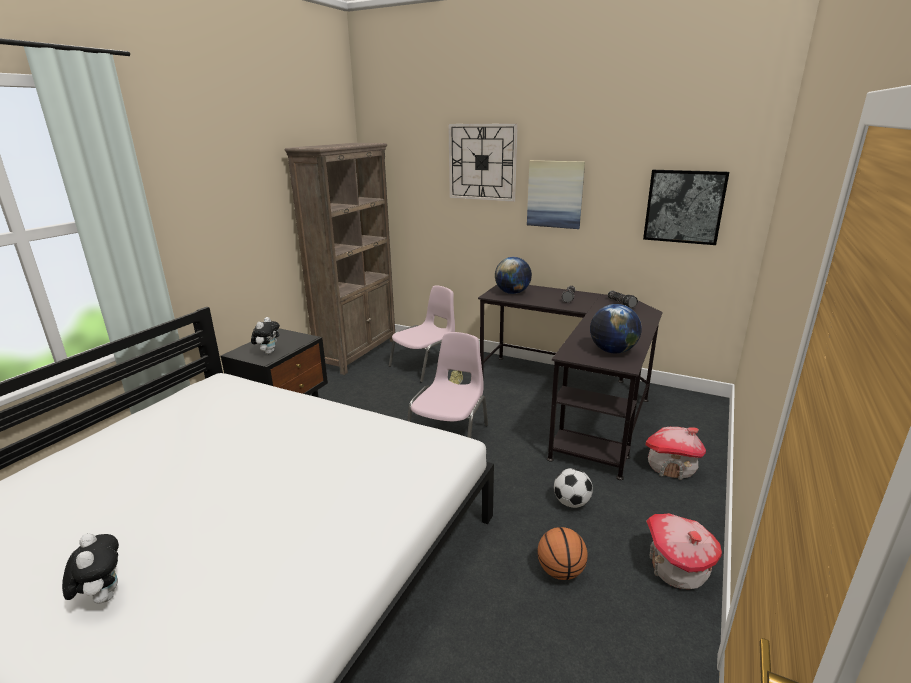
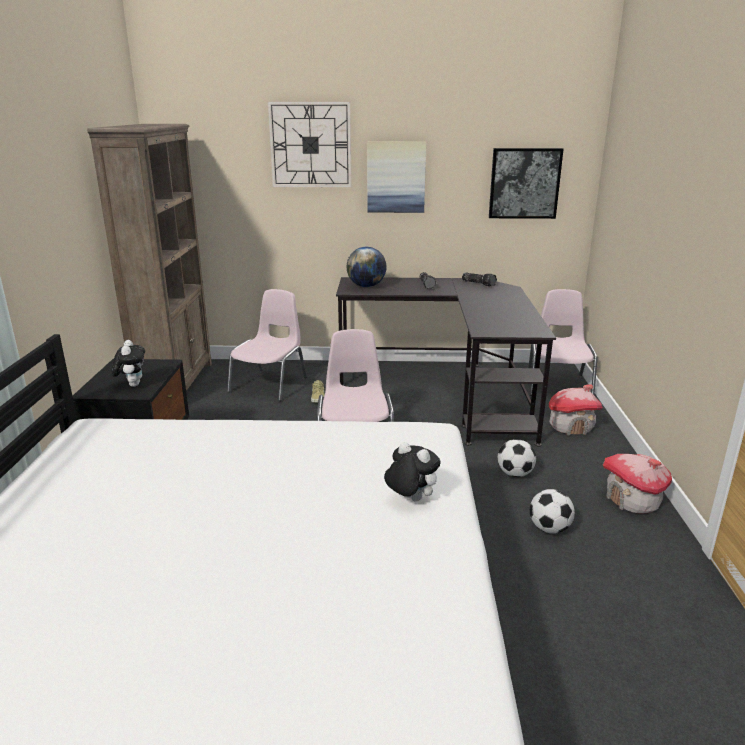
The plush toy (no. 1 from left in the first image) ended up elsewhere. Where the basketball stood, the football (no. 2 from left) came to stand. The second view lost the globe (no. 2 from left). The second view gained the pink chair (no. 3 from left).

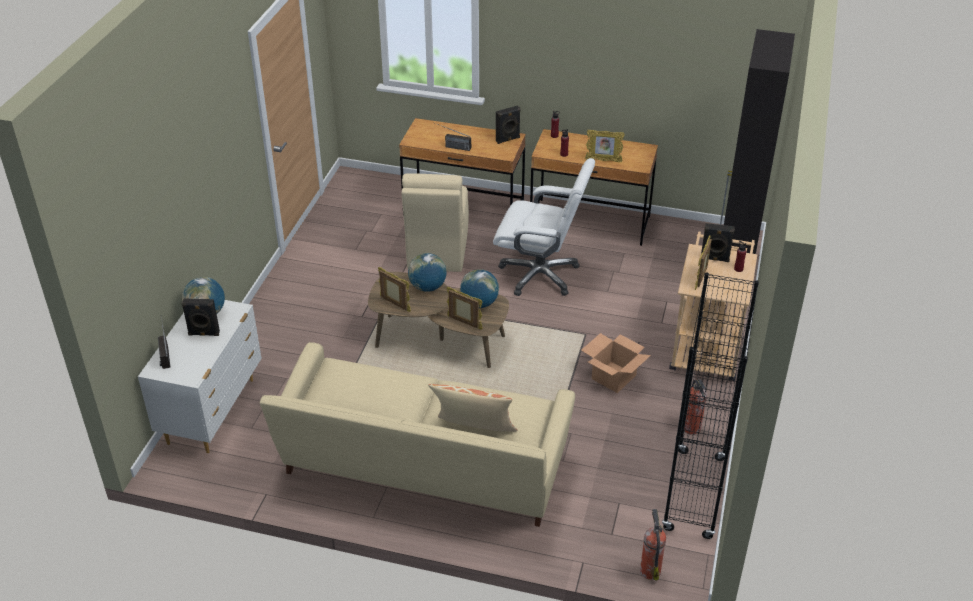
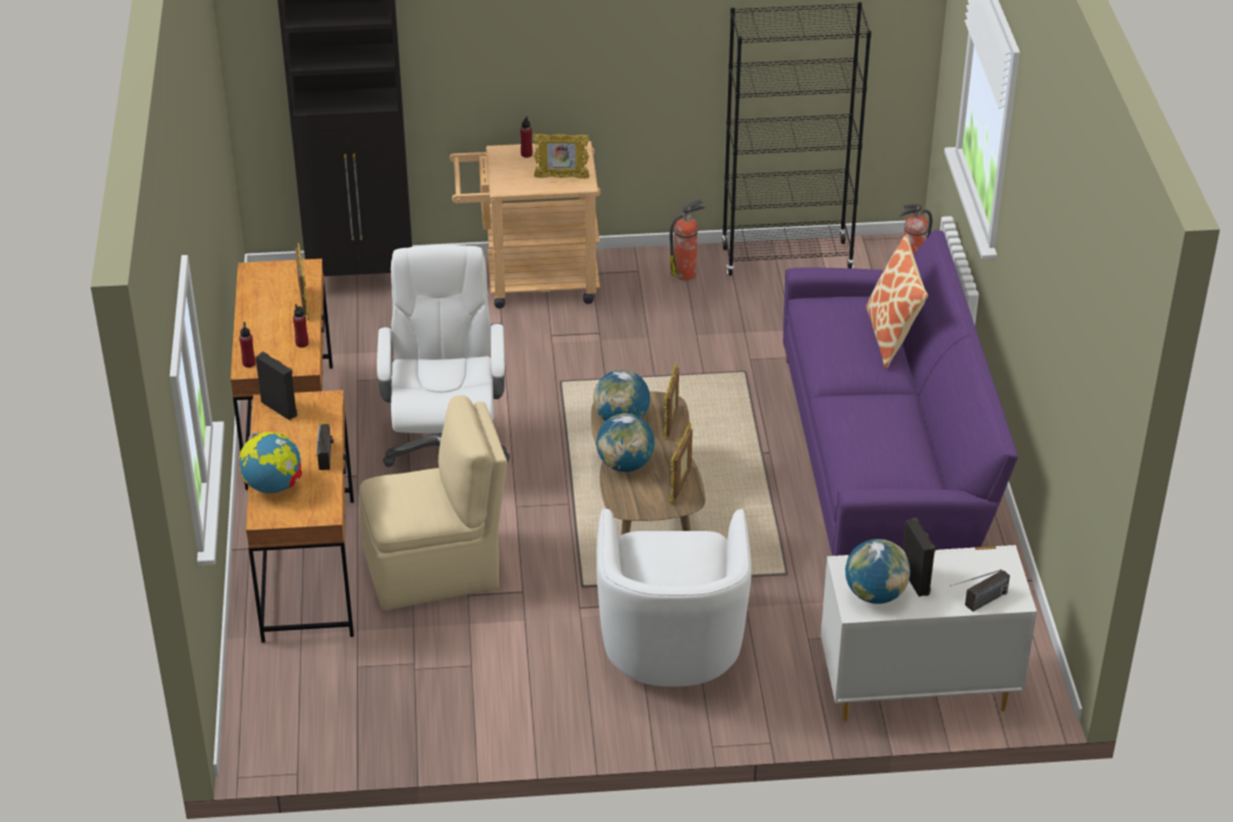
What was the beige sofa turned into the purple sofa. The second view lost the cardboard box. The second view lost the black speaker (no. 3 from left). The second view gained the globe (no. 1 from left). The second view gained the white armchair.

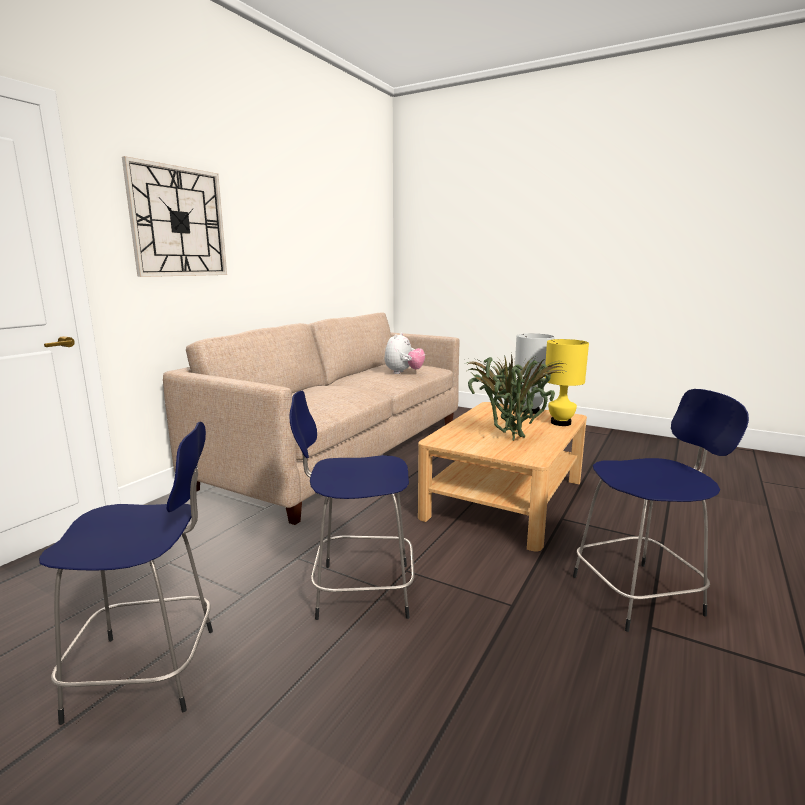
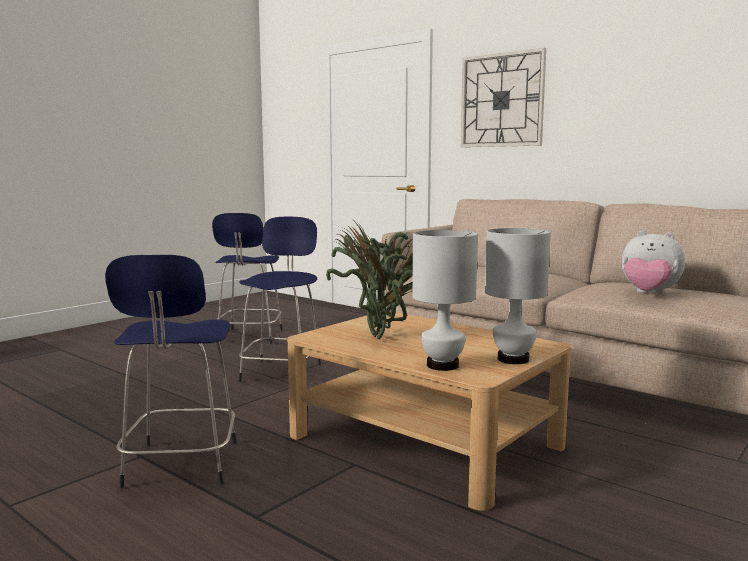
What was the yellow table lamp turned into the white table lamp (no. 1 from left).

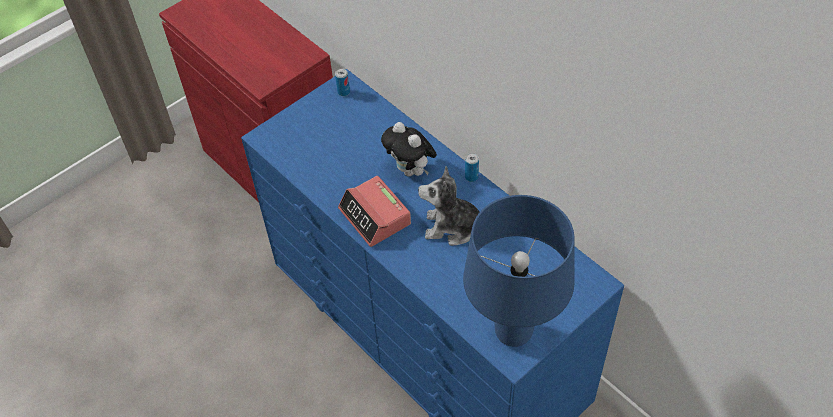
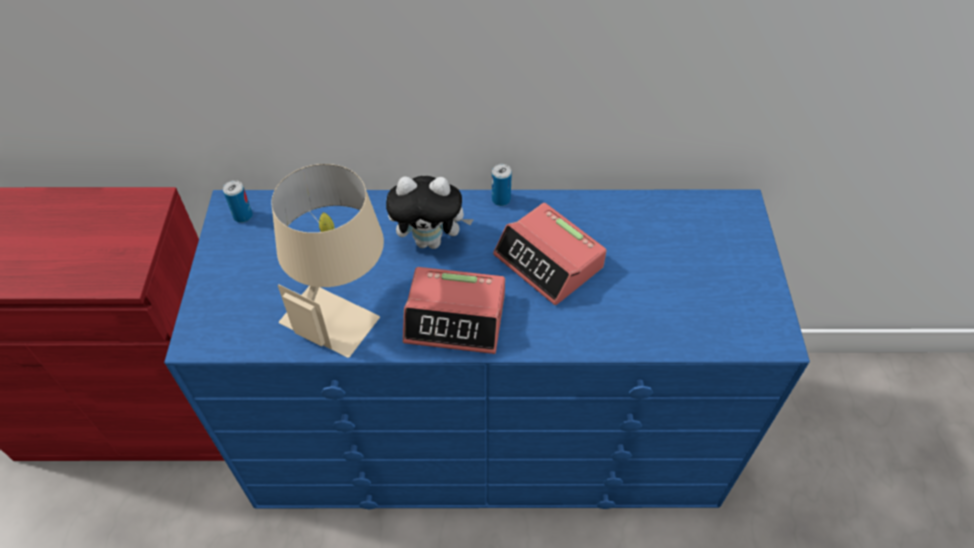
Where the plush toy (no. 2 from left) stood, the alarm clock (no. 2 from left) came to stand. The second view lost the blue table lamp. The second view gained the beige table lamp.

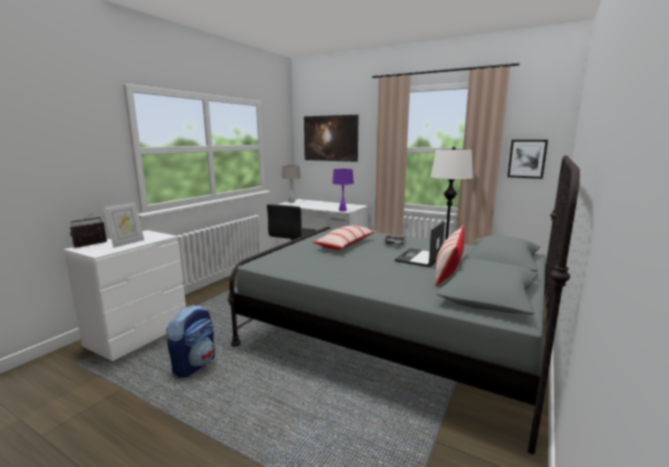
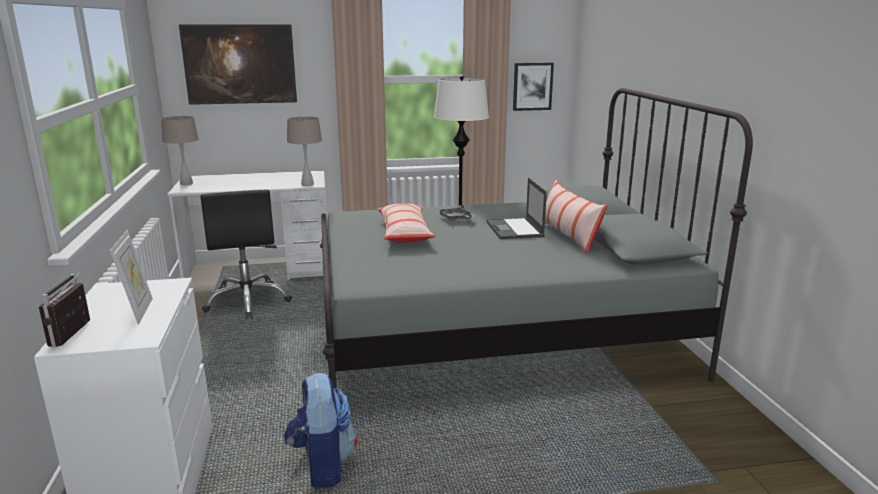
What was the purple table lamp turned into the beige table lamp (no. 2 from left).

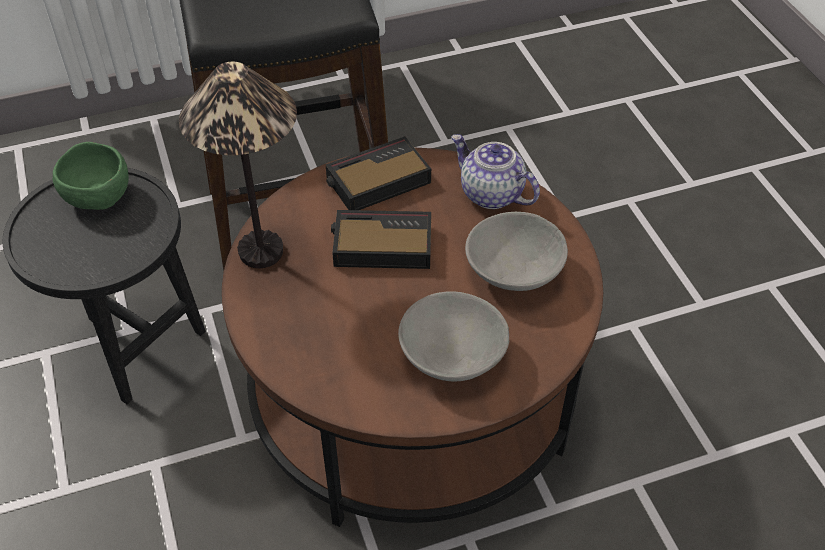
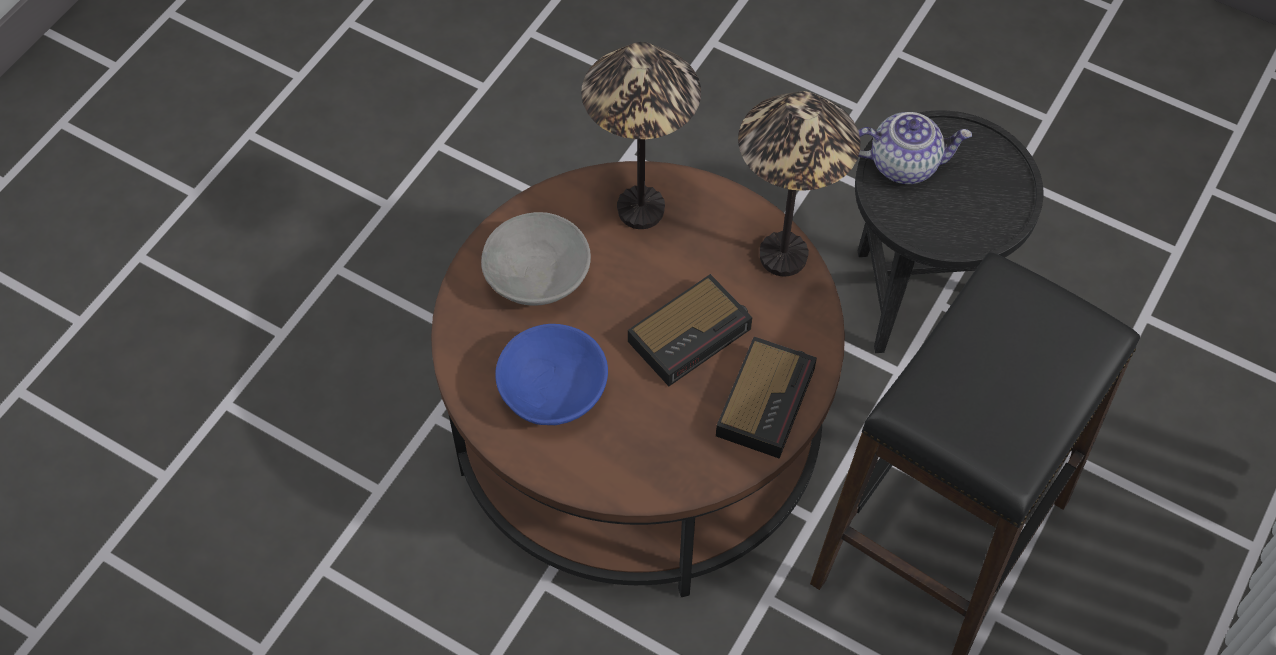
The second view lost the green bowl. The teapot ended up elsewhere. What was the grey bowl (no. 2 from left) turned into the blue bowl. The second view gained the table lamp (no. 1 from left).

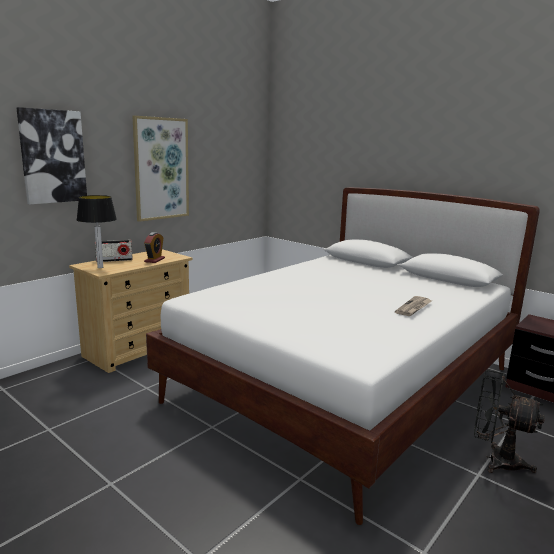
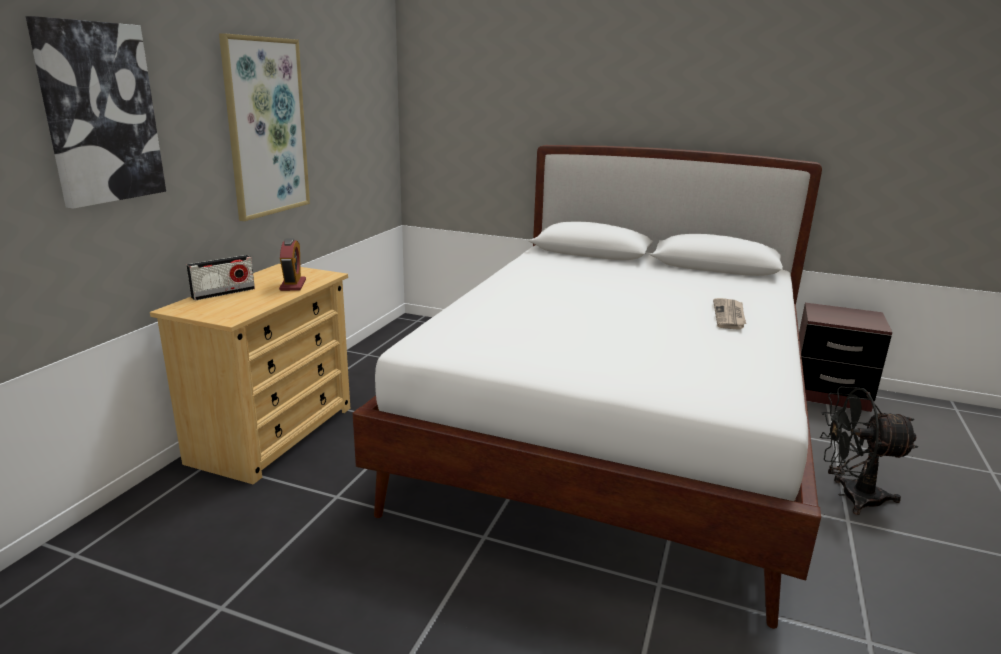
The second view lost the table lamp.

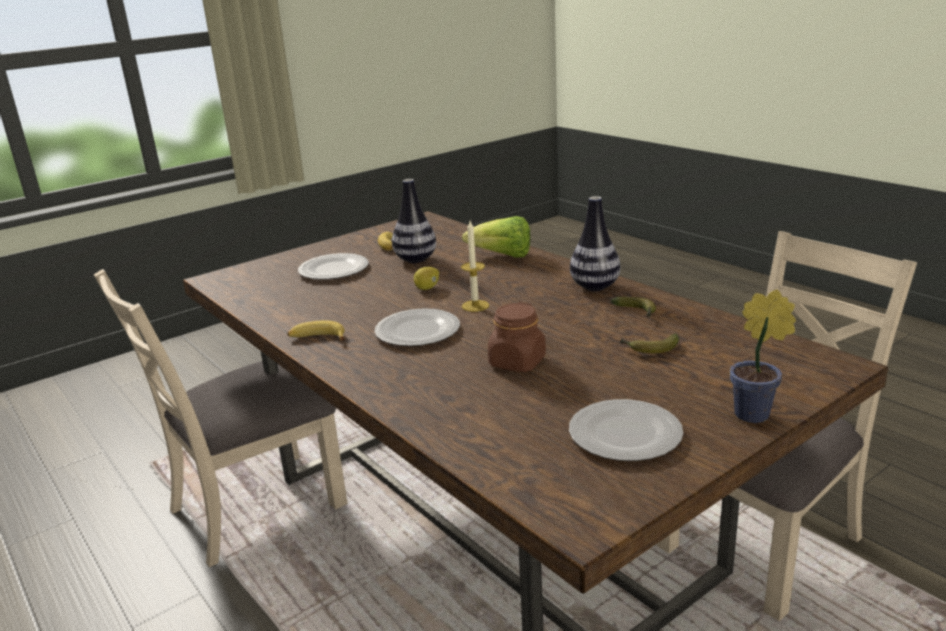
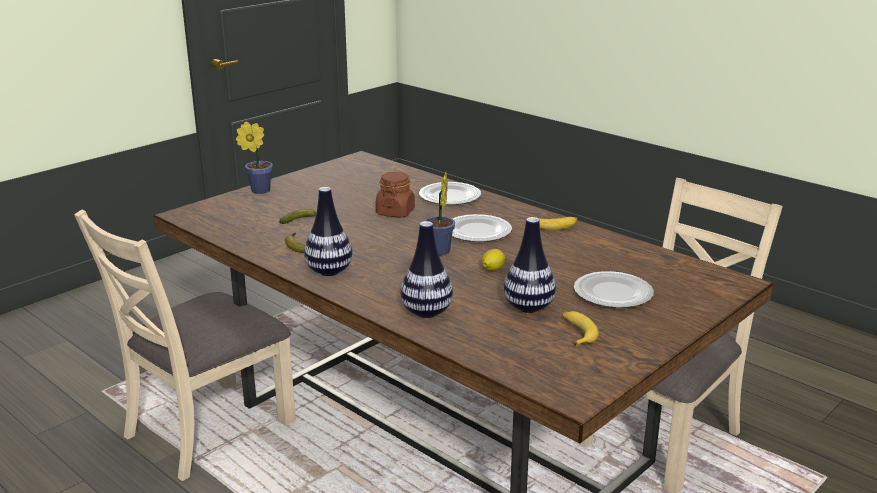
Where the candle stood, the potted plant (no. 2 from left) came to stand. Where the lettuce stood, the vase (no. 2 from left) came to stand. The plate (no. 3 from left in the first image) ended up elsewhere.

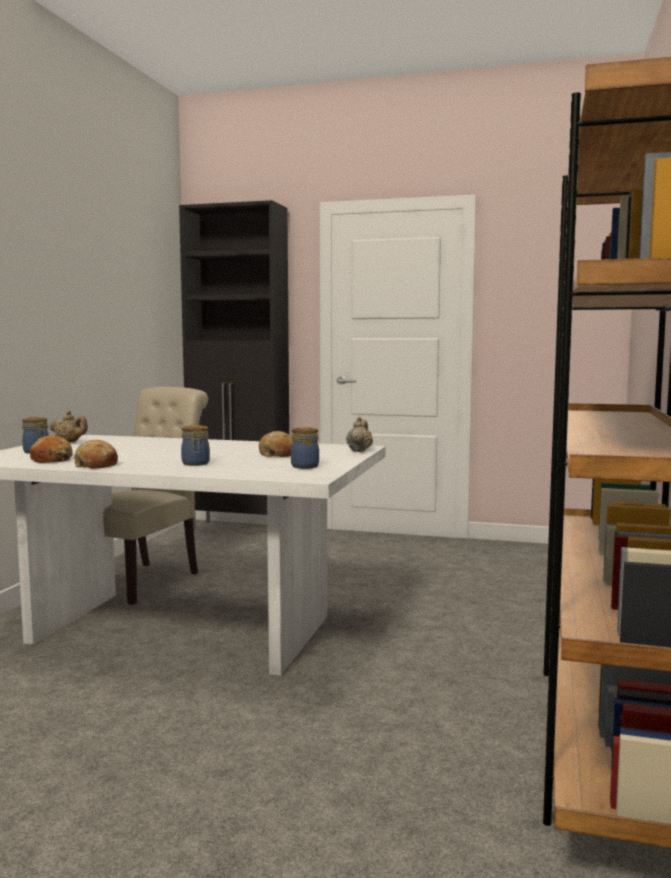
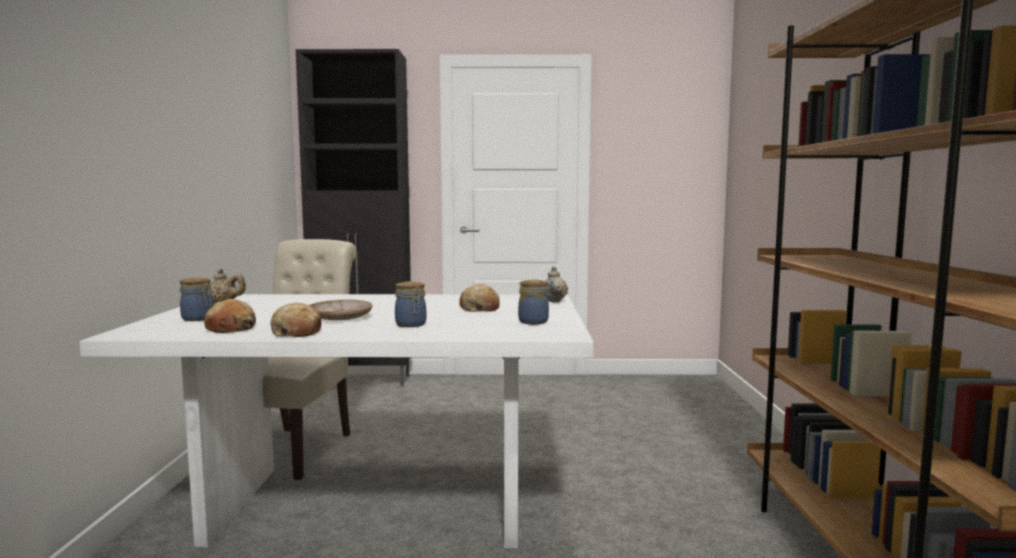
The second view gained the beige plate.

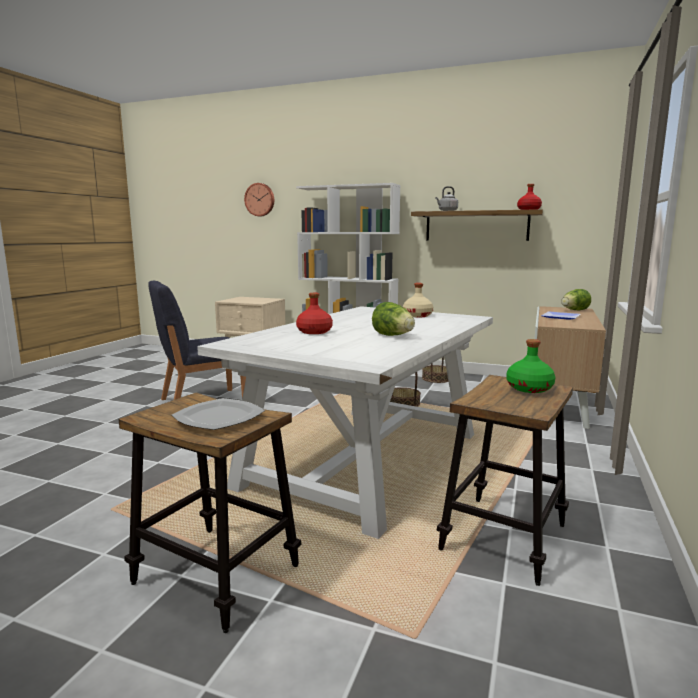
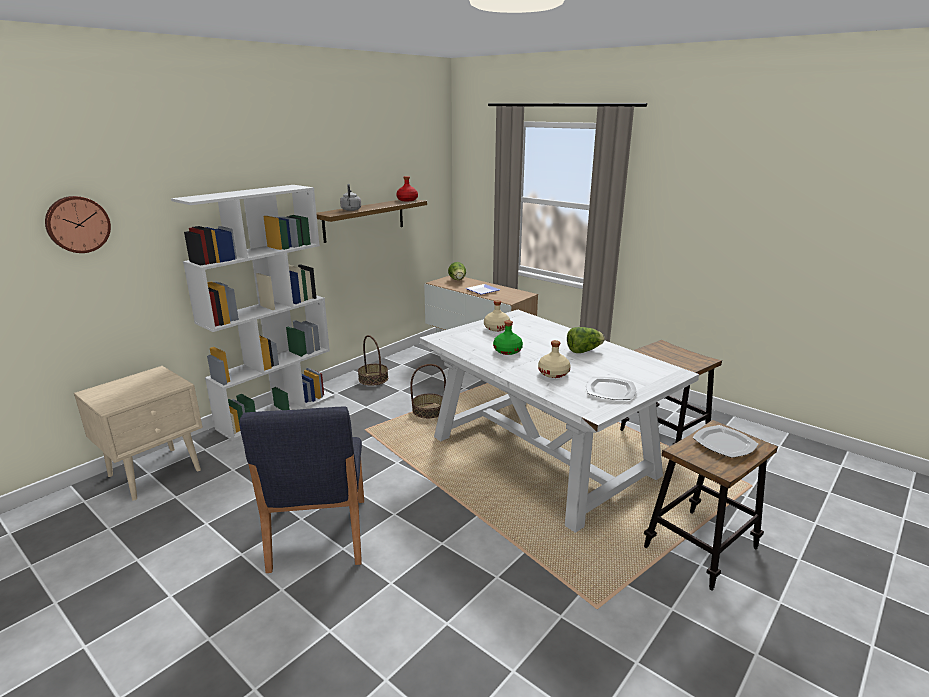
What was the red bottle (no. 1 from left) turned into the beige bottle (no. 2 from left). The green bottle ended up elsewhere. The second view gained the plate (no. 2 from left).

